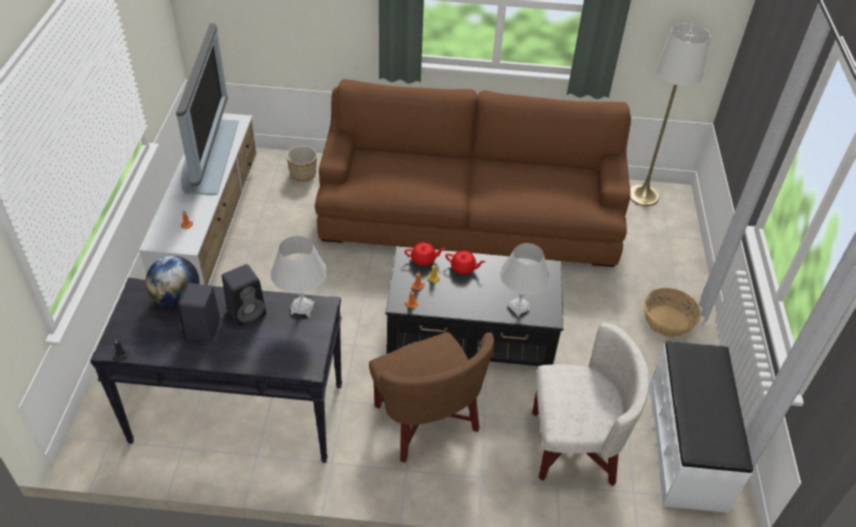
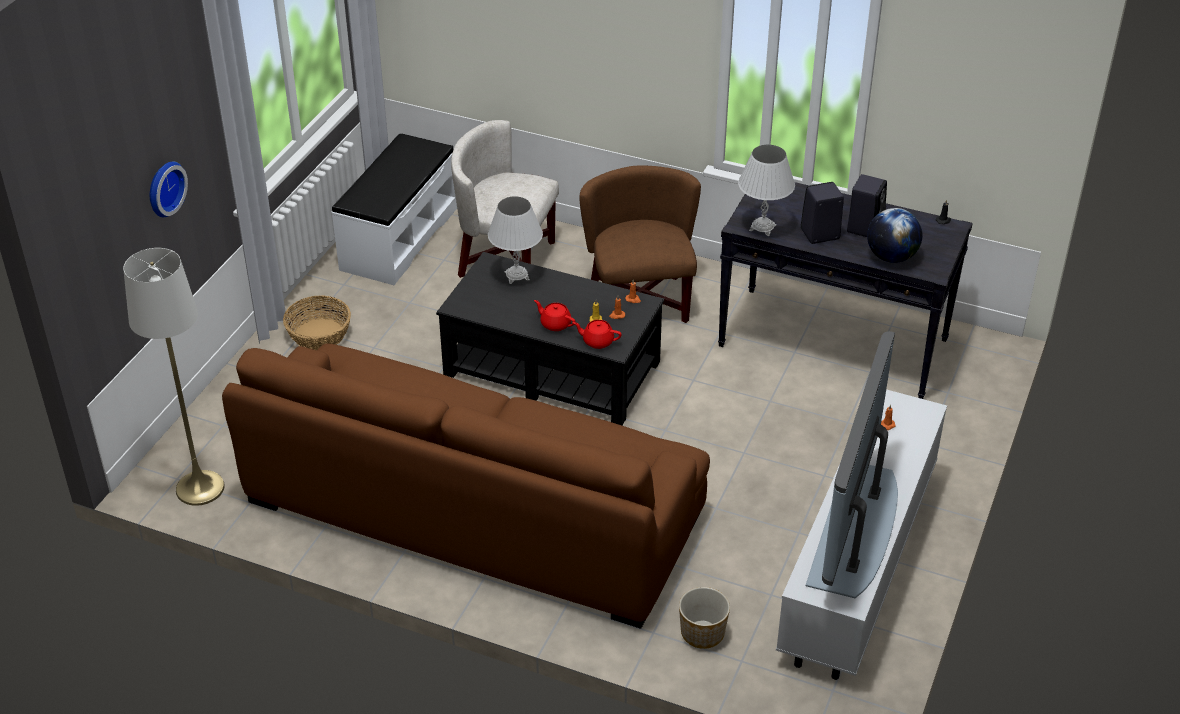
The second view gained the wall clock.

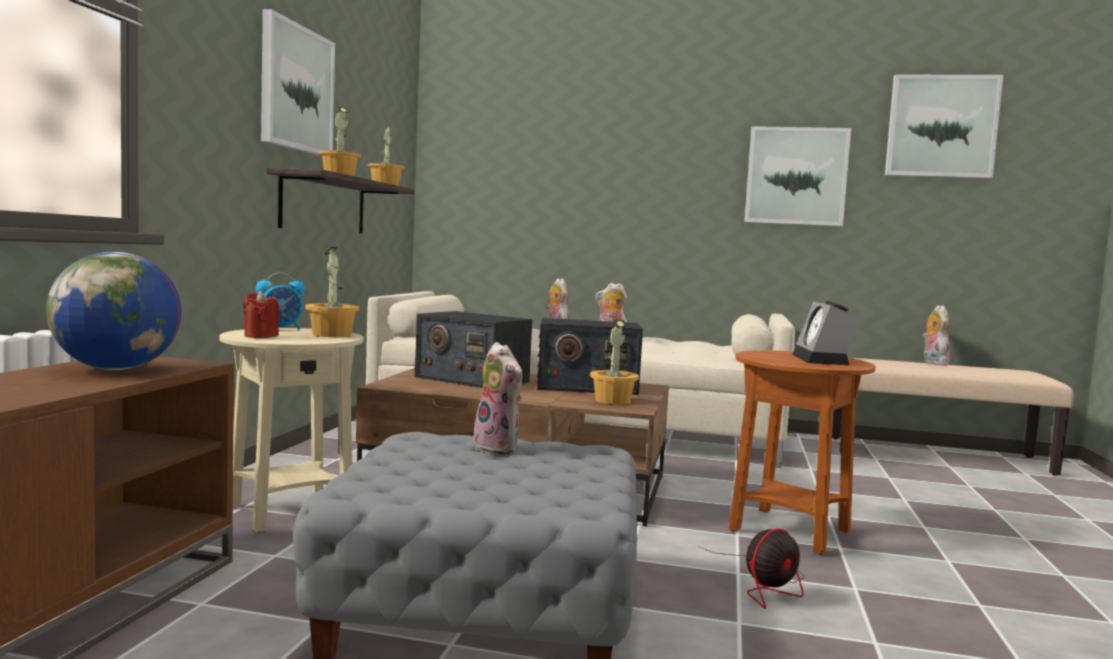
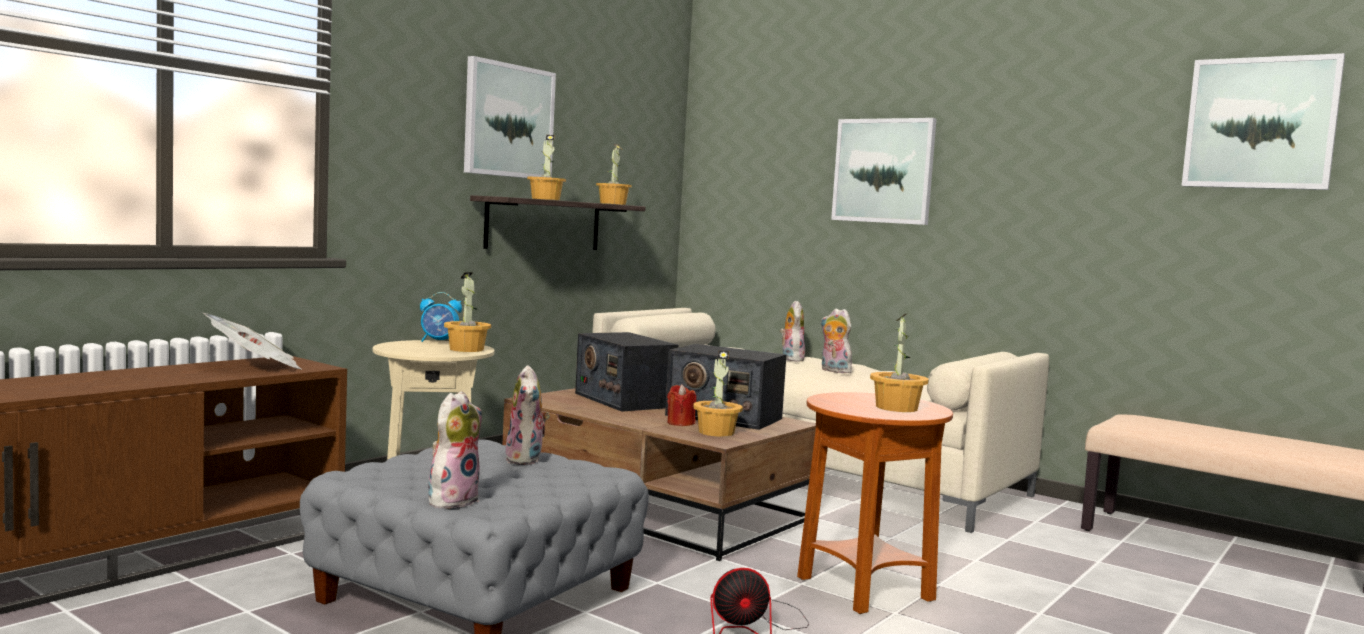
Where the globe stood, the newspaper came to stand. The red candle ended up elsewhere. The picture (no. 2 from left) ended up elsewhere. Where the alarm clock (no. 2 from left) stood, the potted plant (no. 5 from left) came to stand. The plush toy (no. 4 from left in the first image) ended up elsewhere.

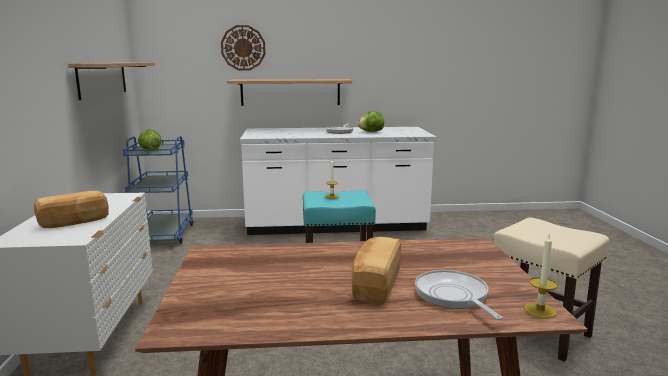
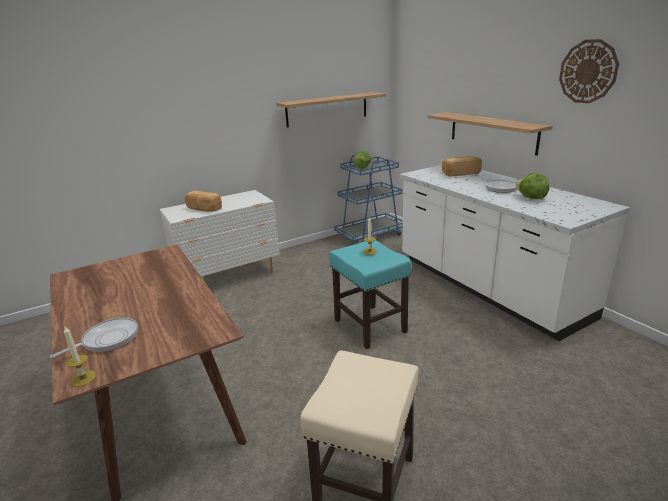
The wall clock ended up elsewhere. The bread (no. 2 from left) ended up elsewhere.

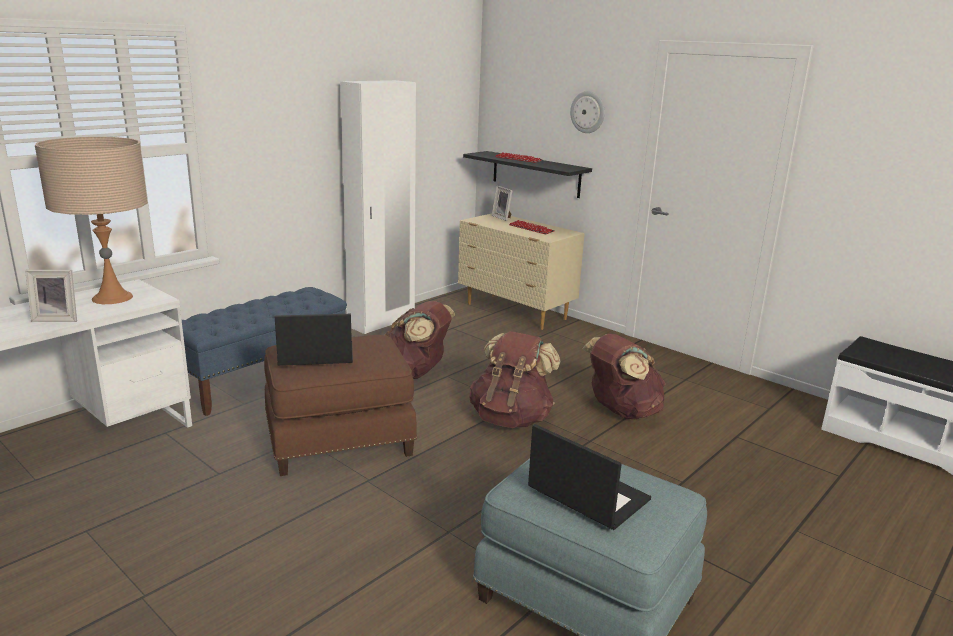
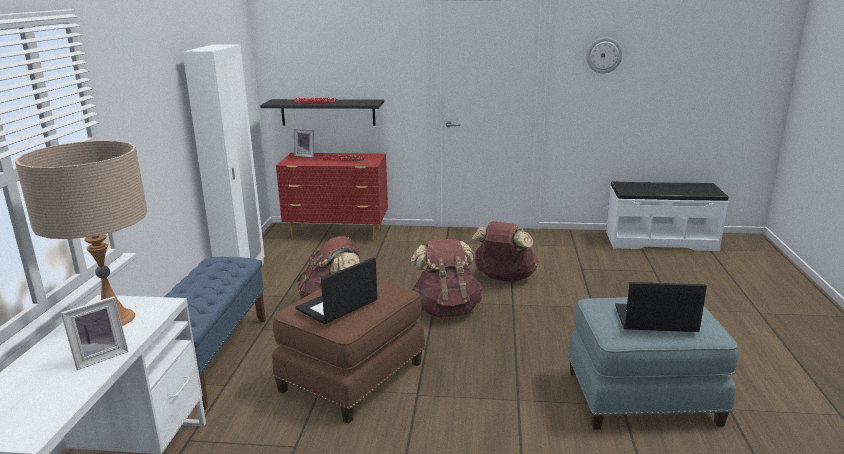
What was the beige dresser turned into the red dresser. The wall clock ended up elsewhere.

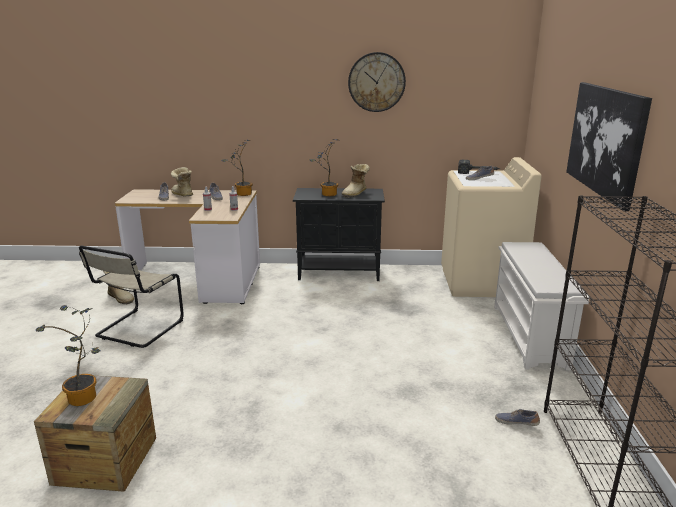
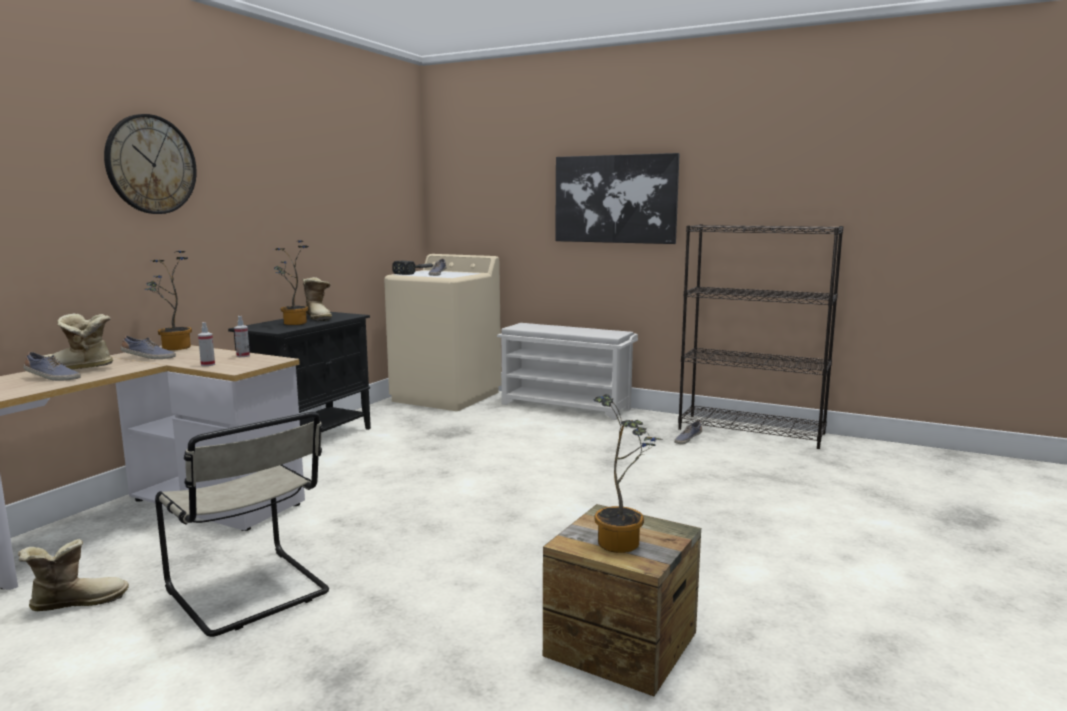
The wall clock ended up elsewhere.

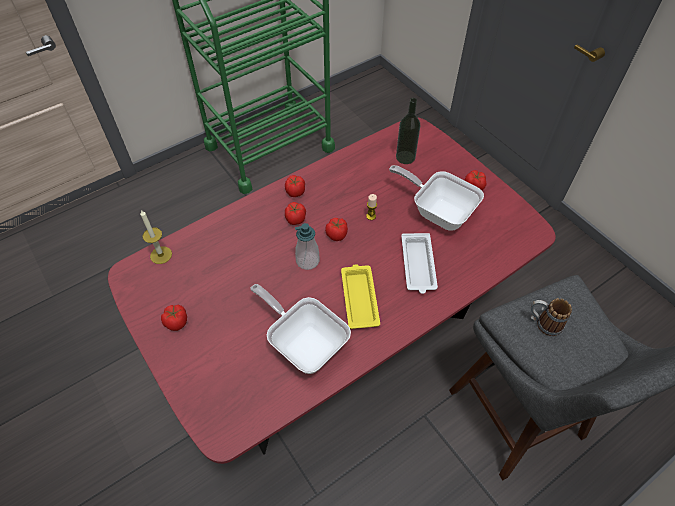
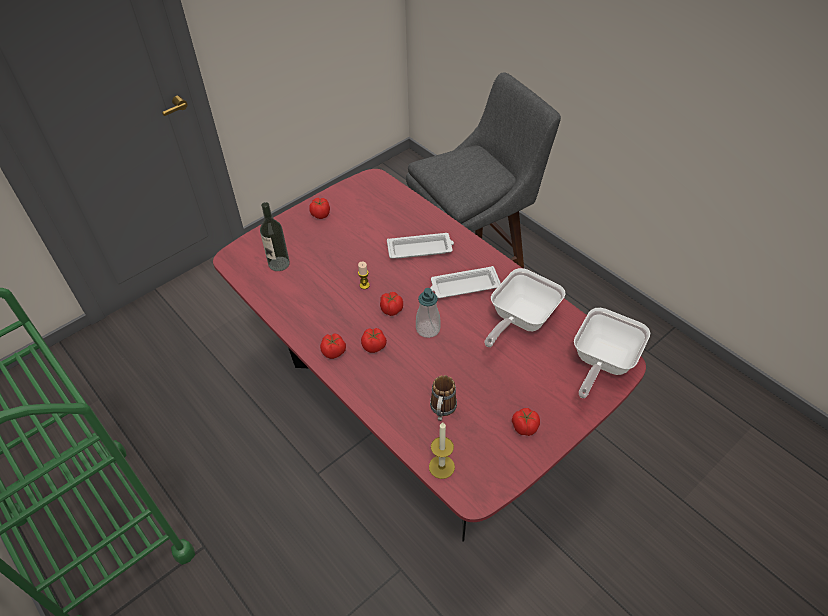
What was the yellow tray turned into the white tray (no. 2 from left). The frying pan (no. 2 from left) ended up elsewhere. The mug ended up elsewhere.

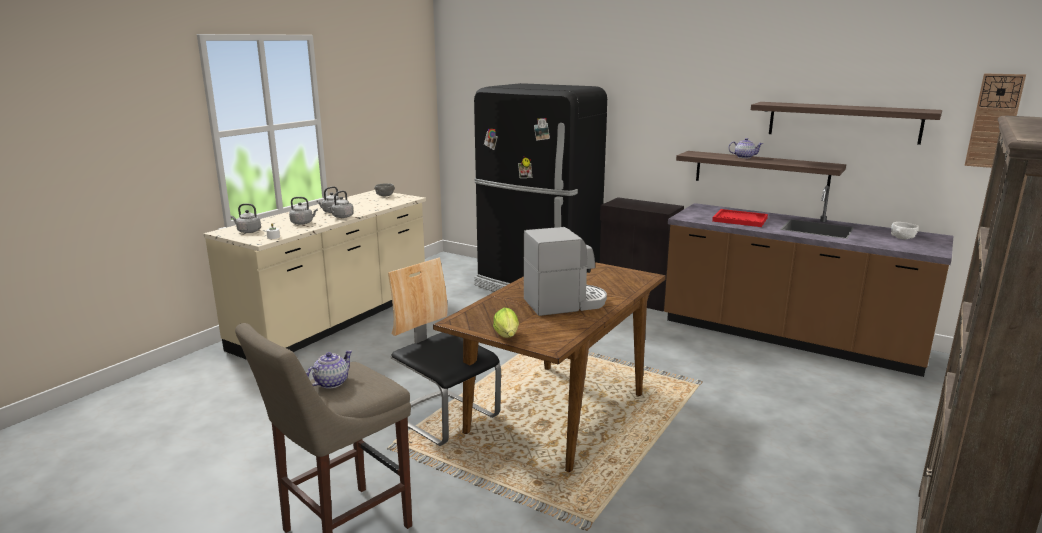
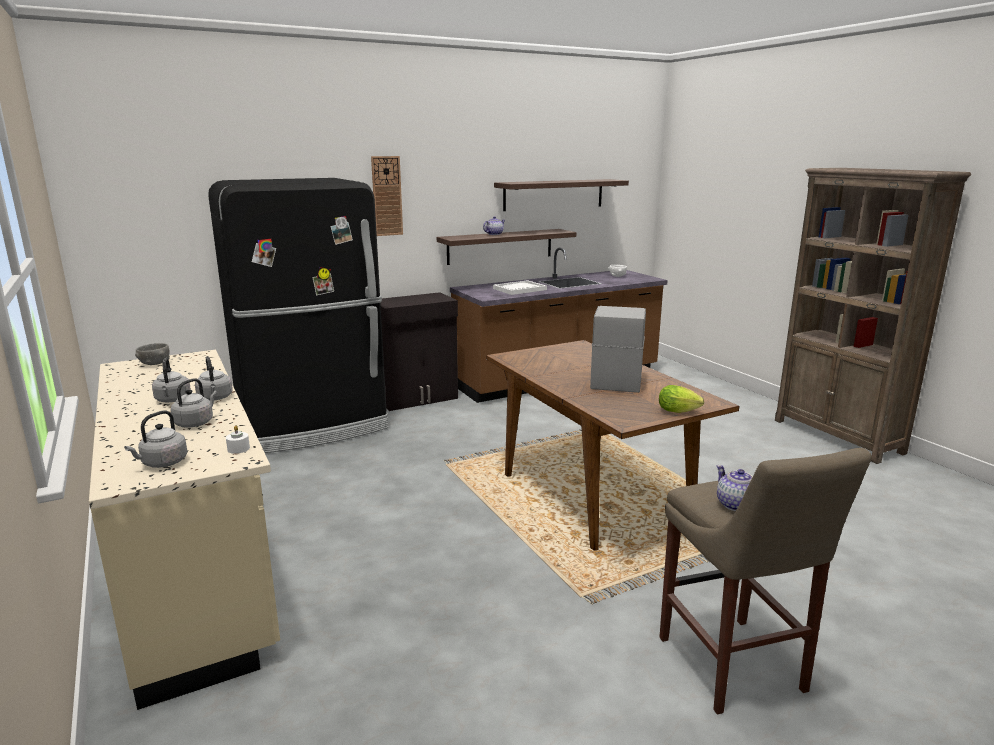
The second view lost the chair. What was the red tray turned into the white tray. The wall clock ended up elsewhere.

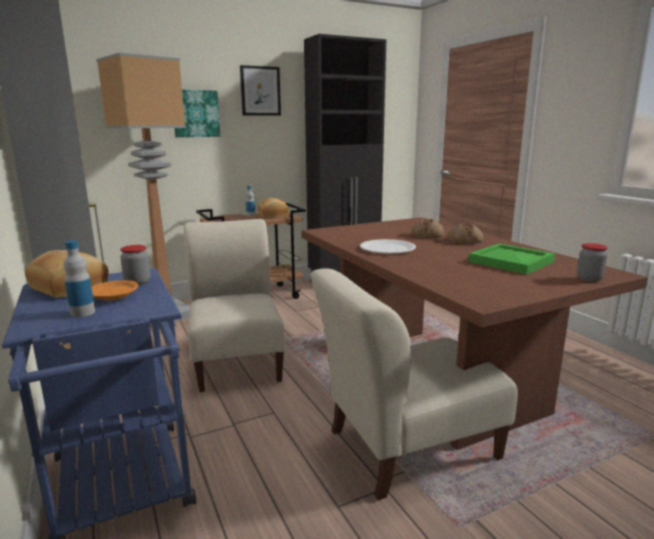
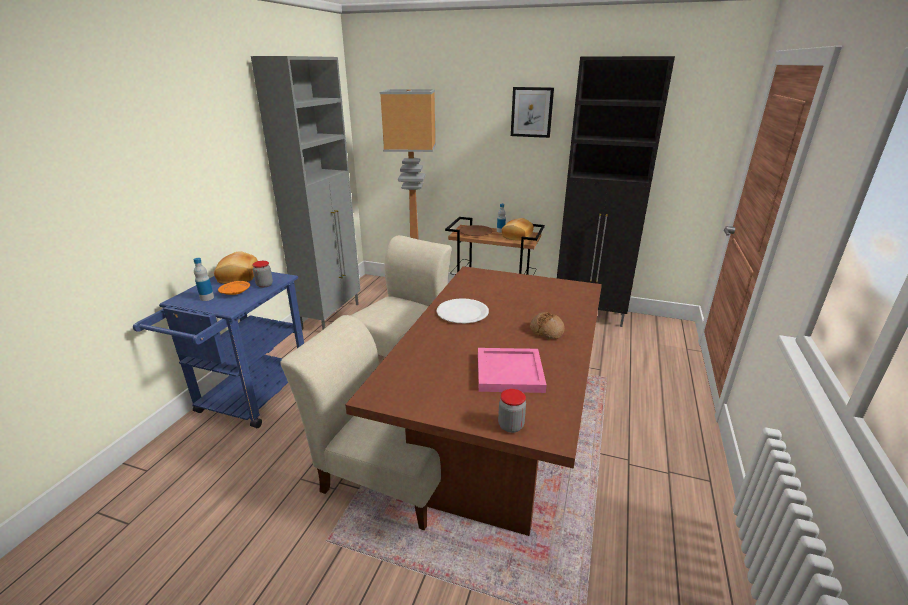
The second view lost the picture (no. 1 from left). The second view lost the bread (no. 3 from left). What was the green tray turned into the pink tray.

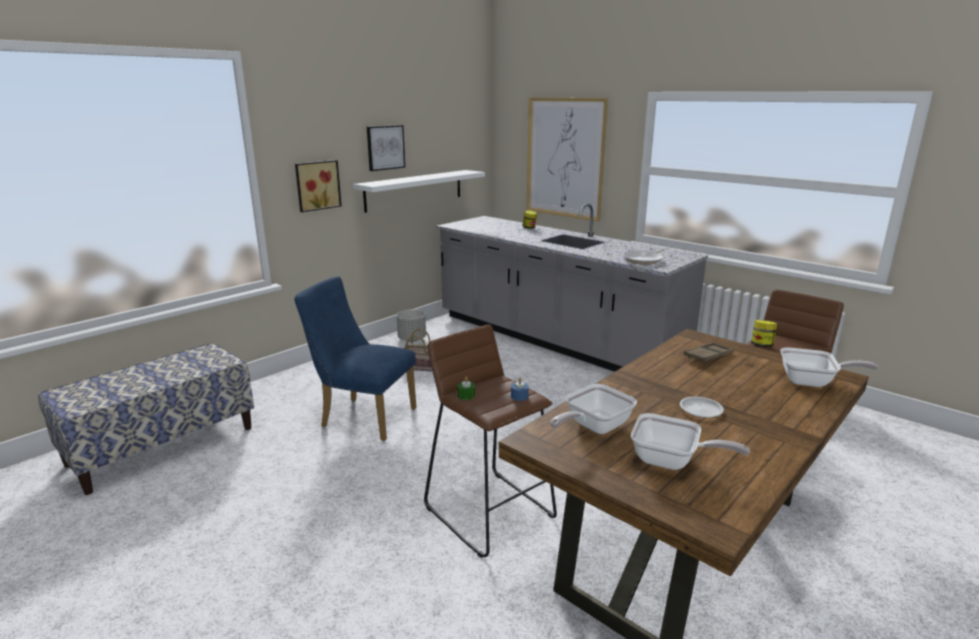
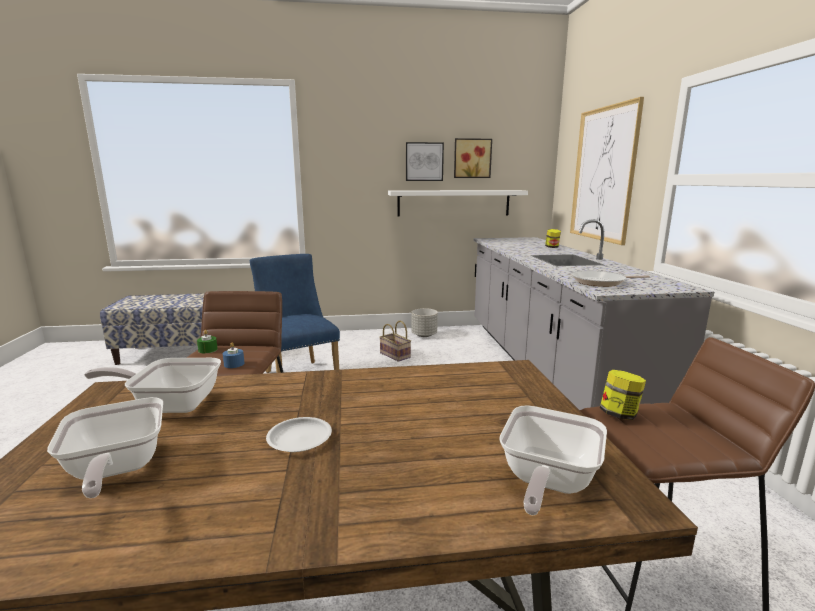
The picture (no. 1 from left in the first image) ended up elsewhere. The second view lost the brown tray. The frying pan (no. 4 from left in the first image) ended up facing another way, 60 degrees clockwise from before.

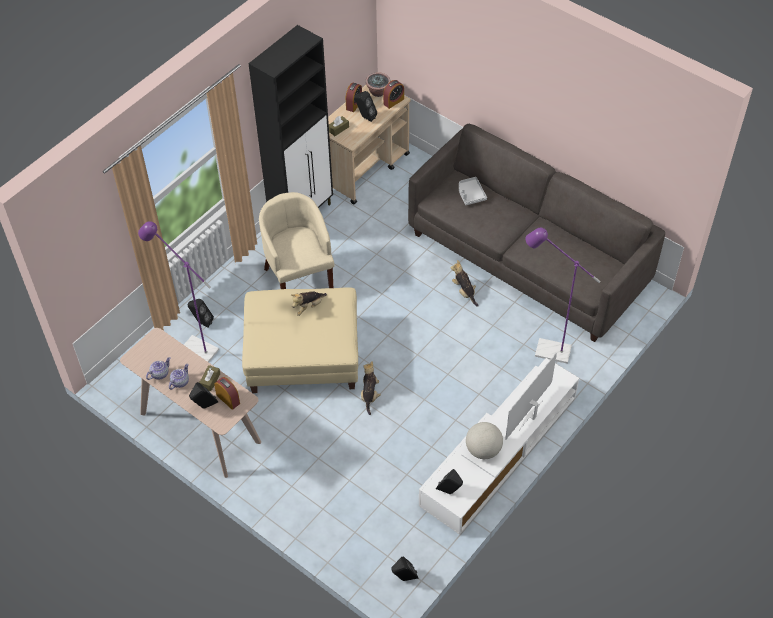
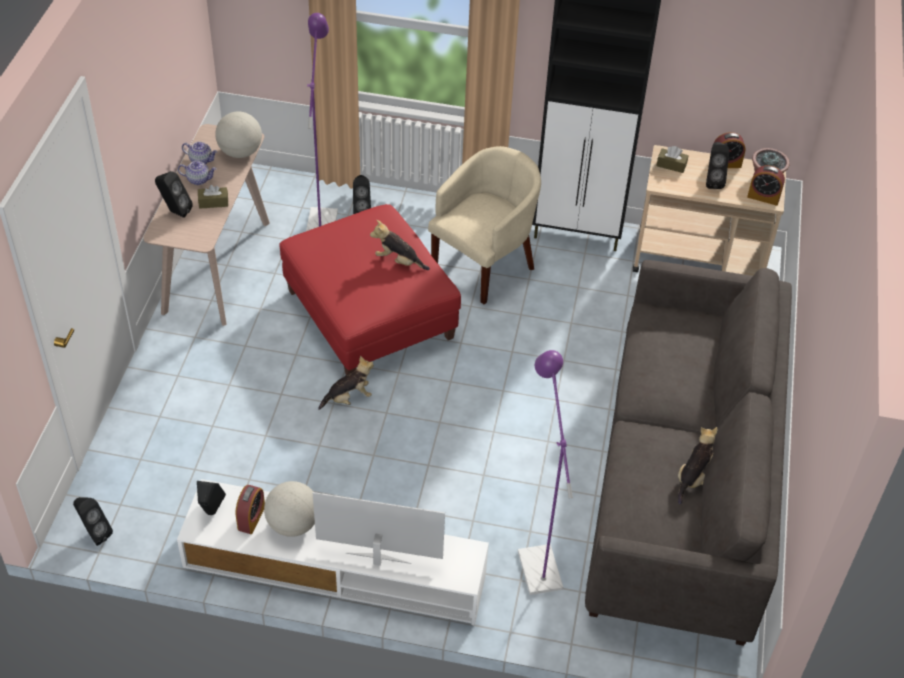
The alarm clock (no. 1 from left) ended up elsewhere. What was the beige ottoman turned into the red ottoman. The plush toy (no. 3 from left) ended up elsewhere. The second view lost the grey tray. The second view gained the globe (no. 1 from left).

